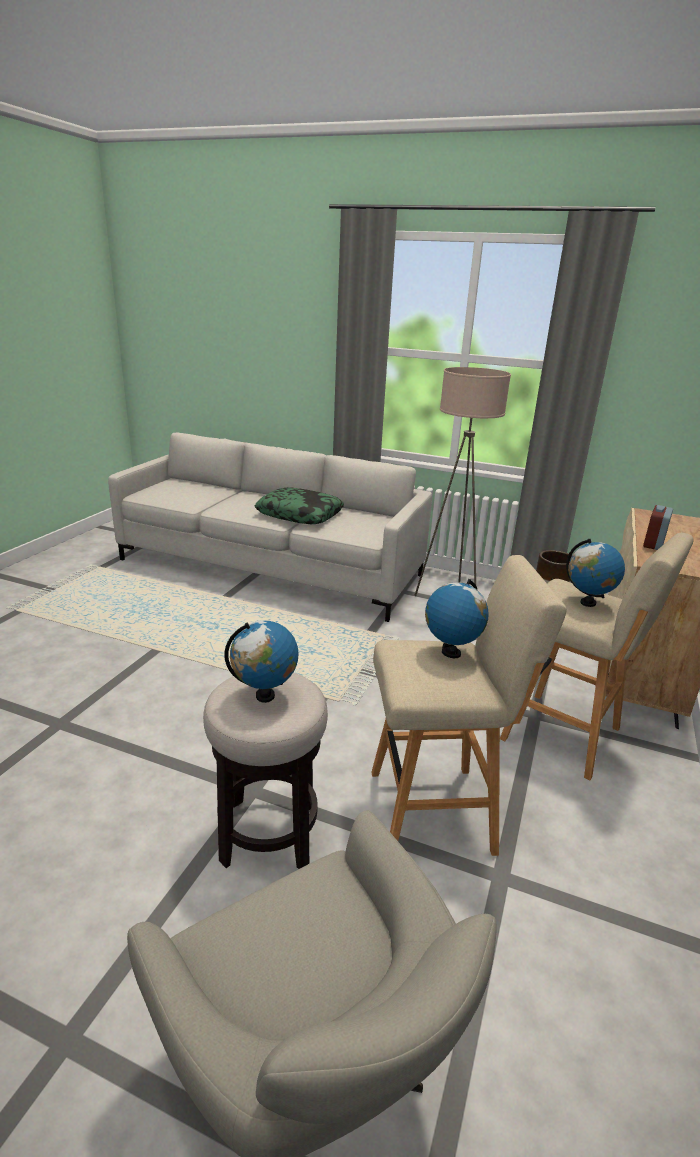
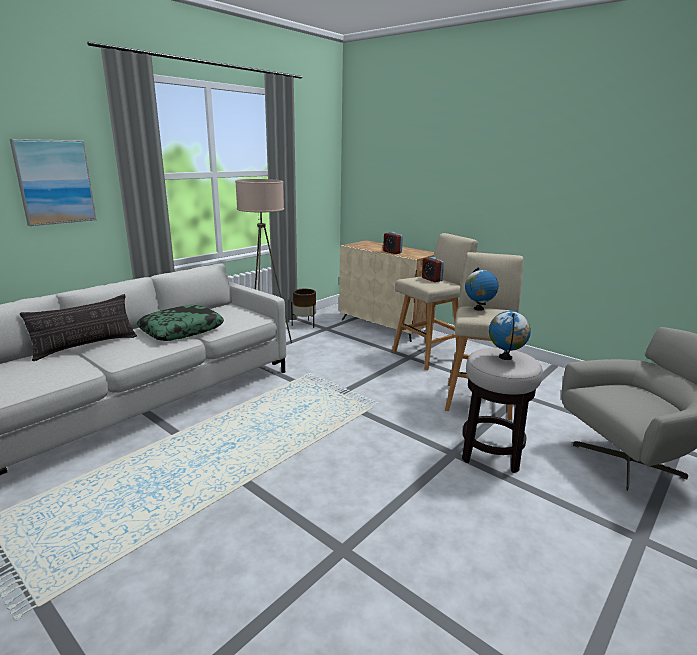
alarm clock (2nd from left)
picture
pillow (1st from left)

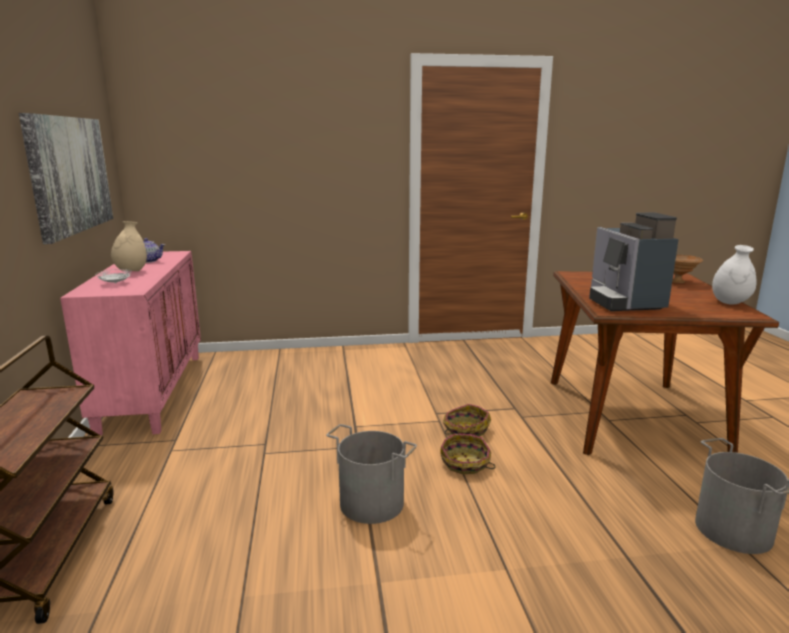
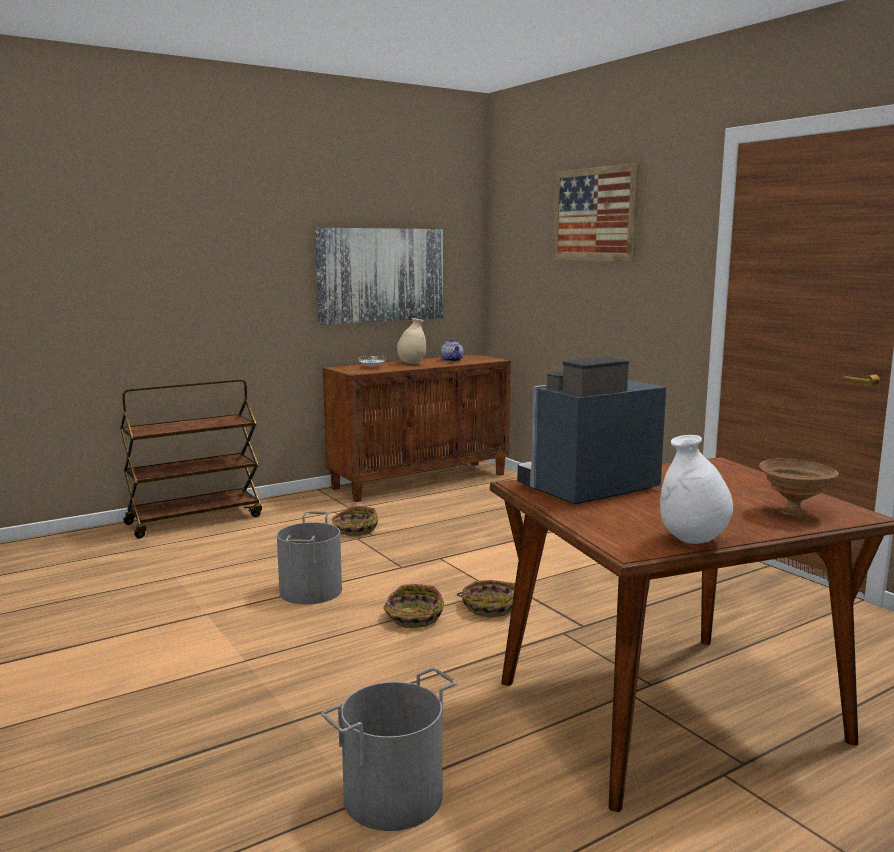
brown cabinet
basket (1st from left)
picture (2nd from left)

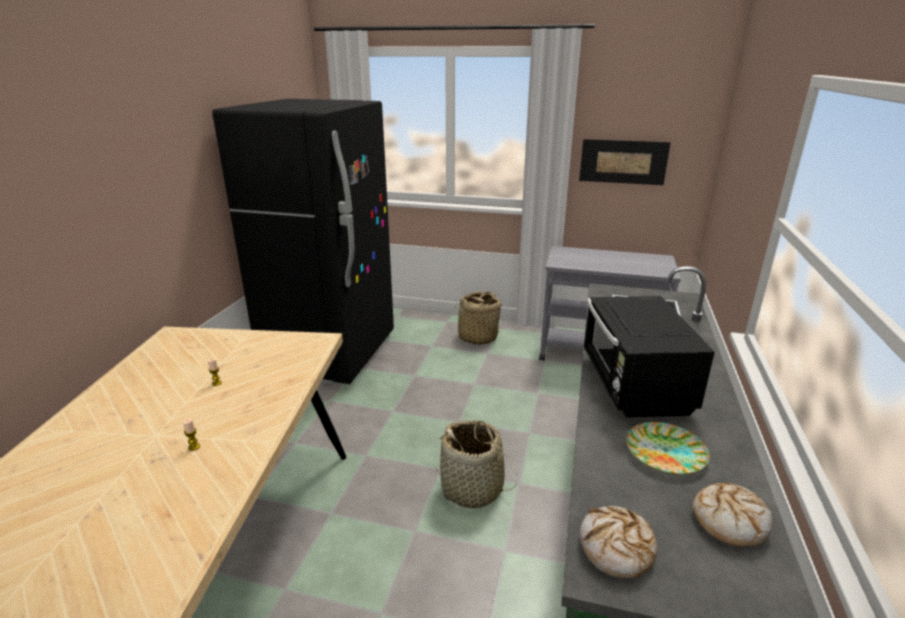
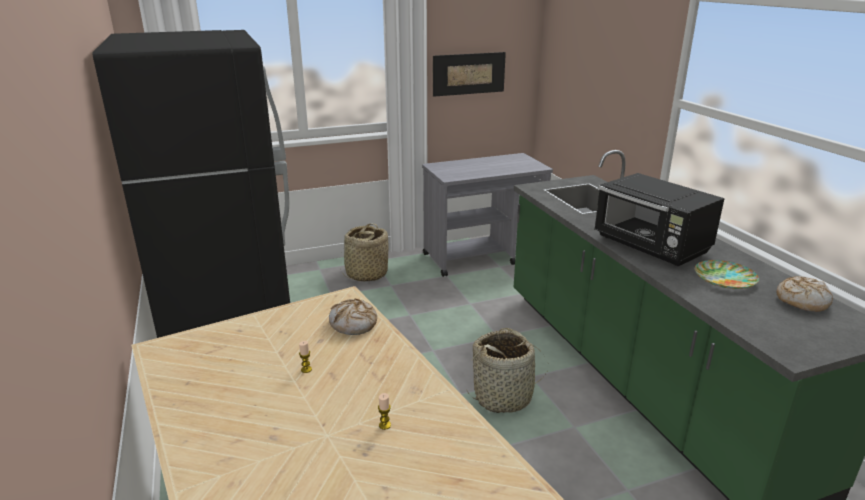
bread (1st from left)

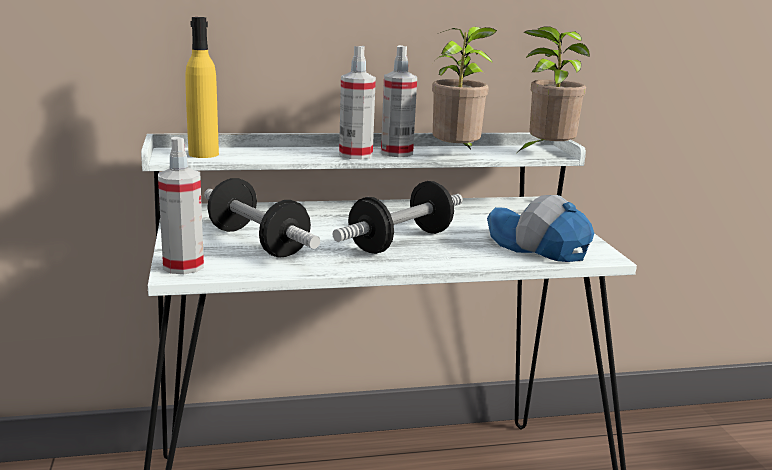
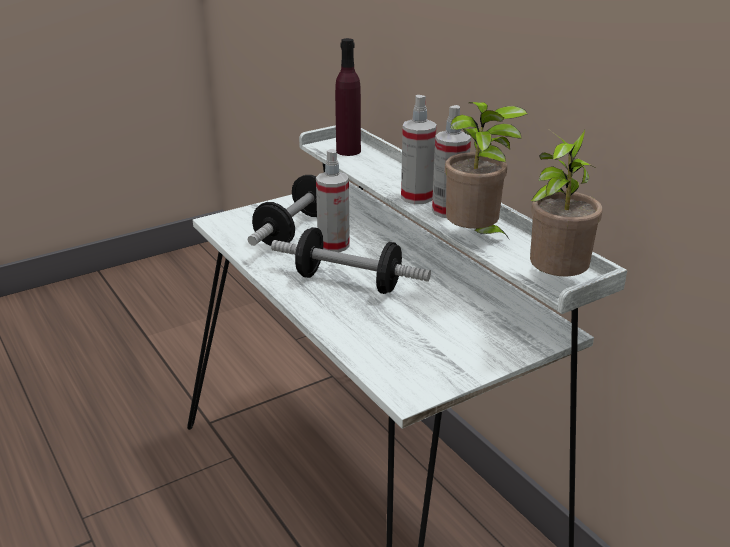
spray bottle (1st from left)
purple bottle
cap

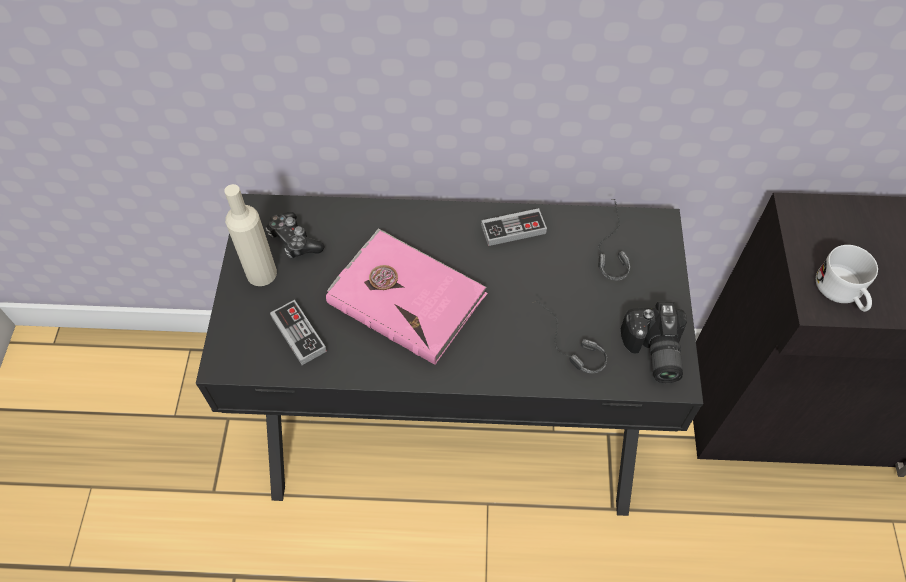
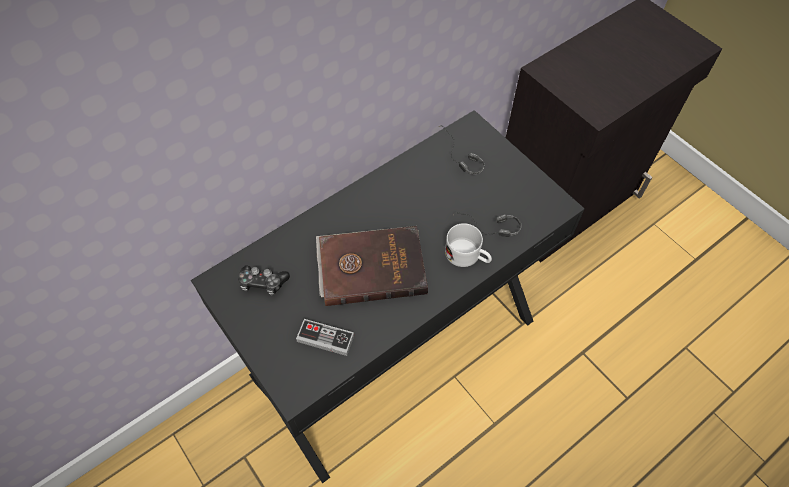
beige bottle
brown book
game controller (3rd from left in the first image)
photo camera
white mug

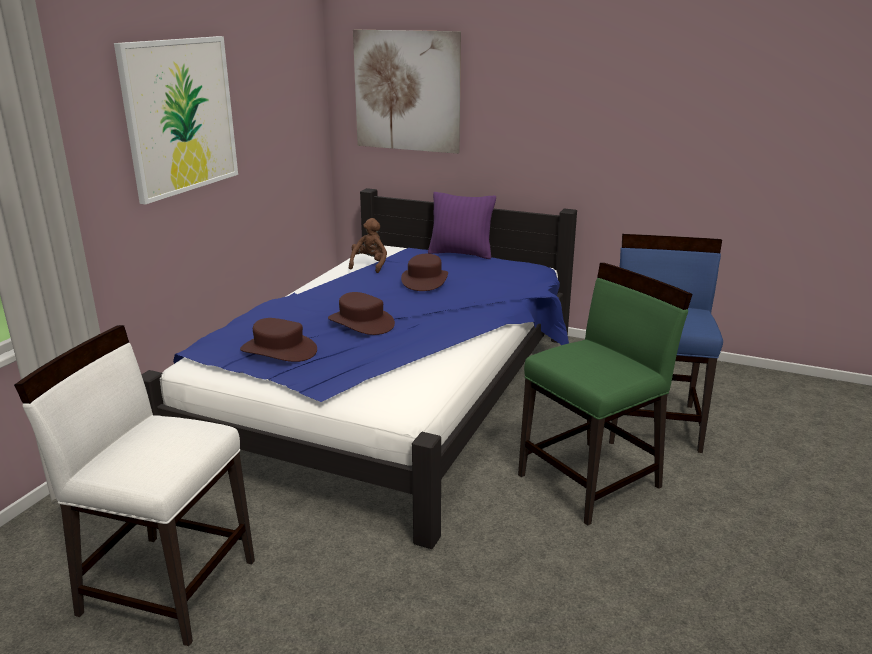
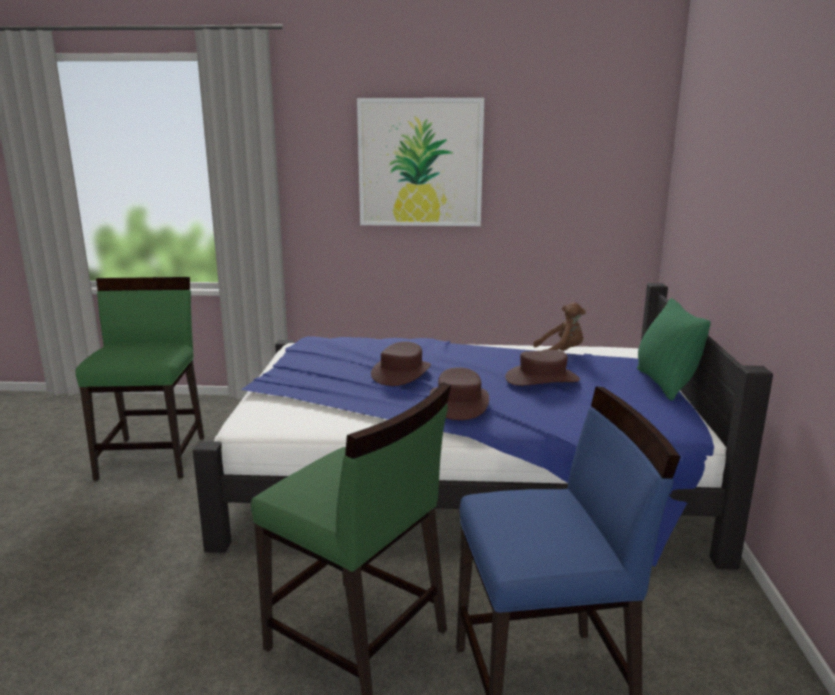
green chair (1st from left)
brown hat (2nd from left)
picture (2nd from left in the first image)
green pillow

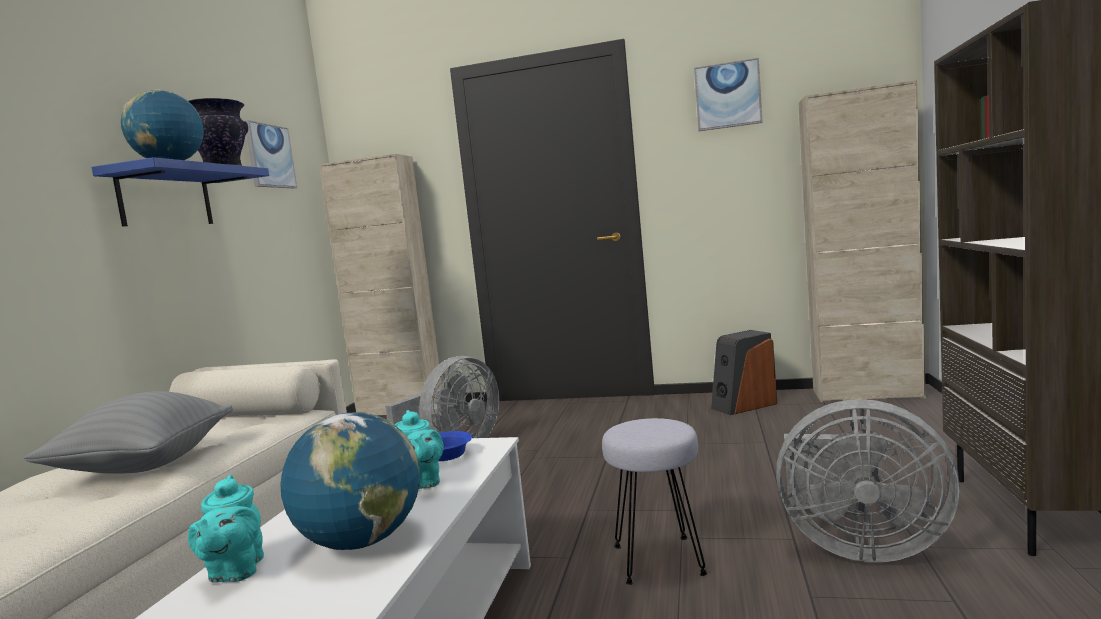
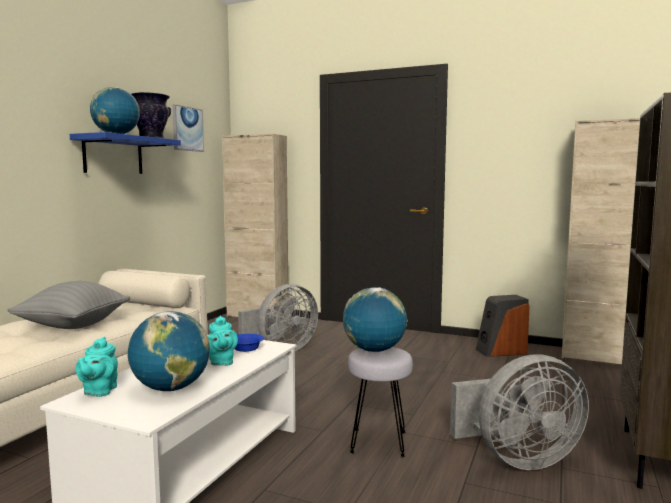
picture (2nd from left in the first image)
grey fan (2nd from left)
globe (3rd from left)

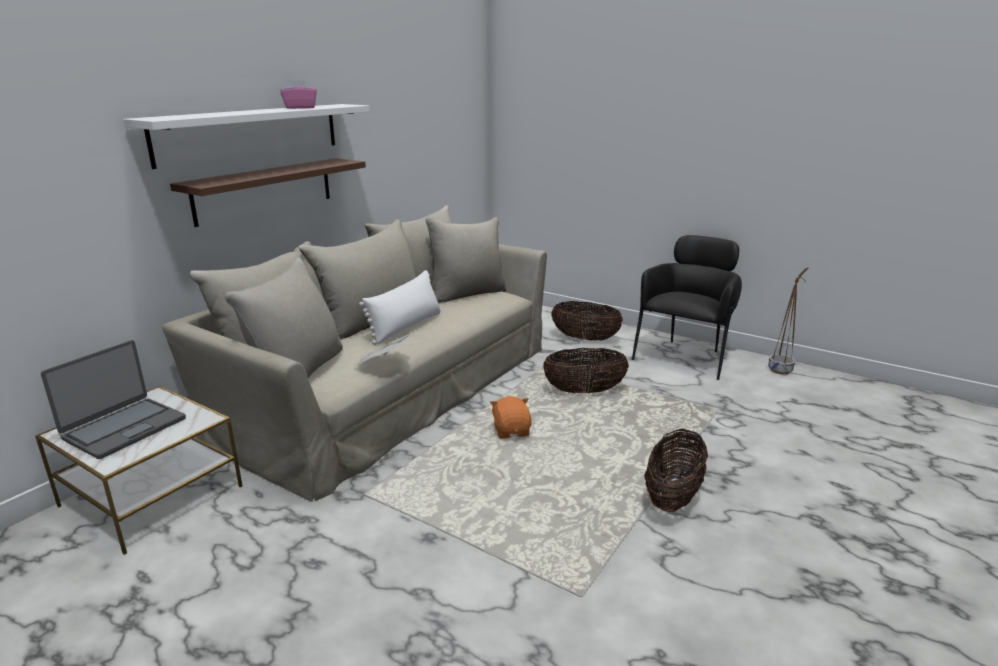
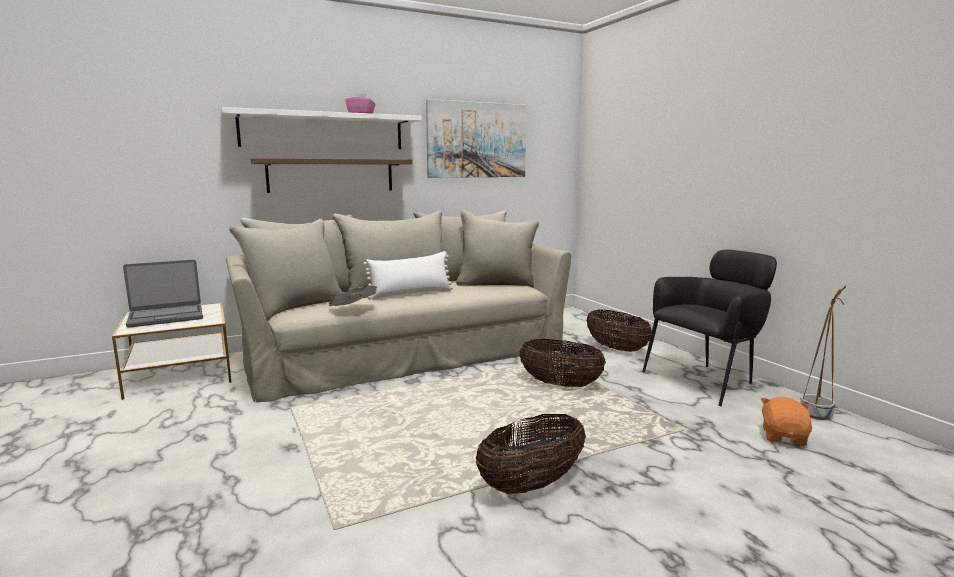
orange plush toy
picture

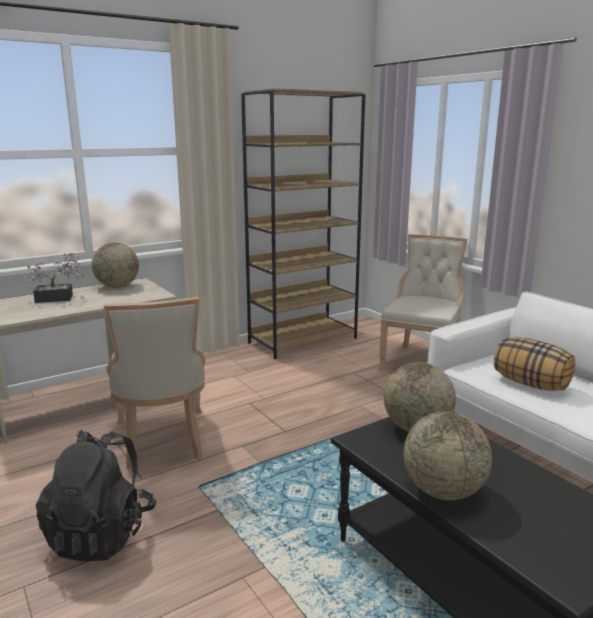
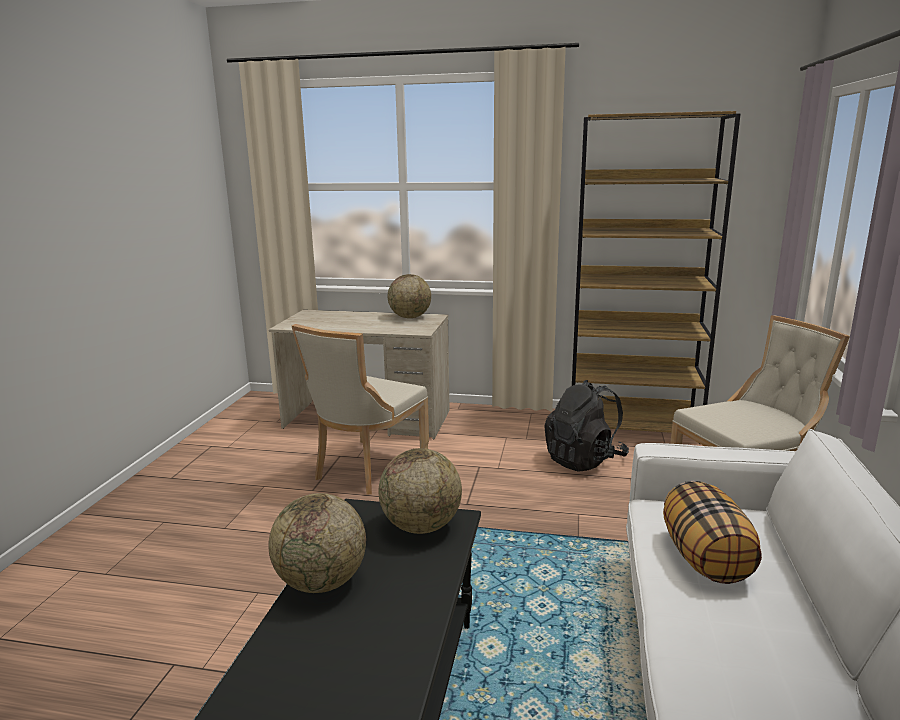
potted plant
black backpack

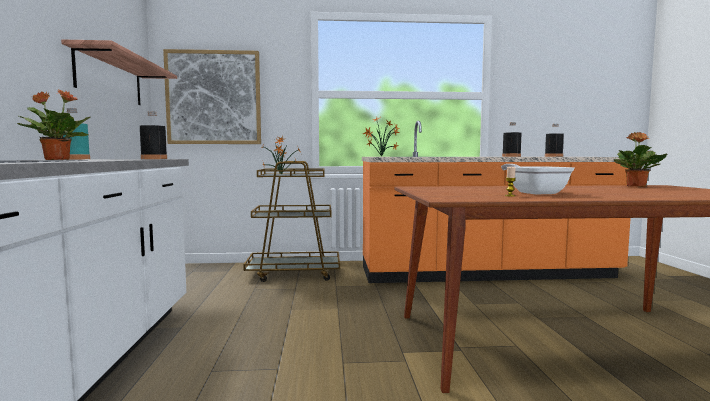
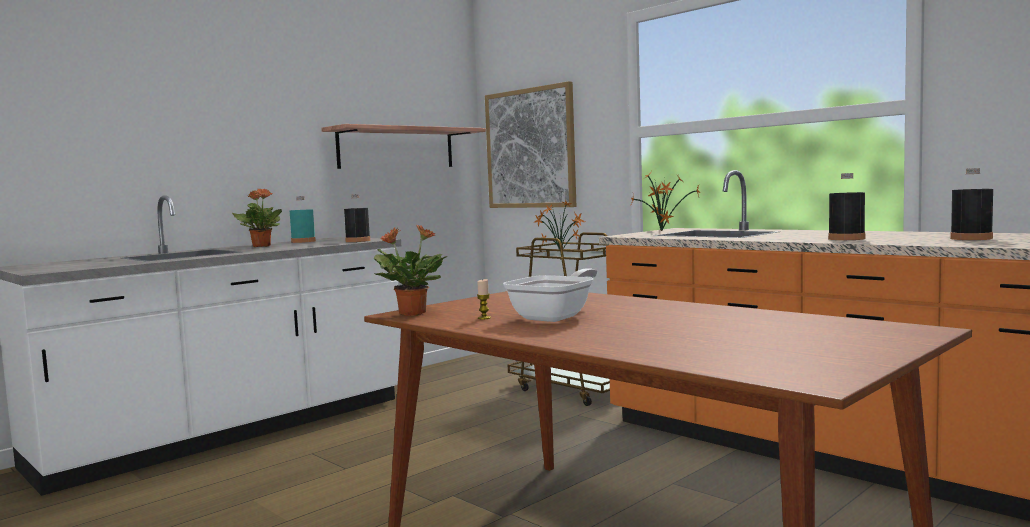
potted plant (2nd from left)

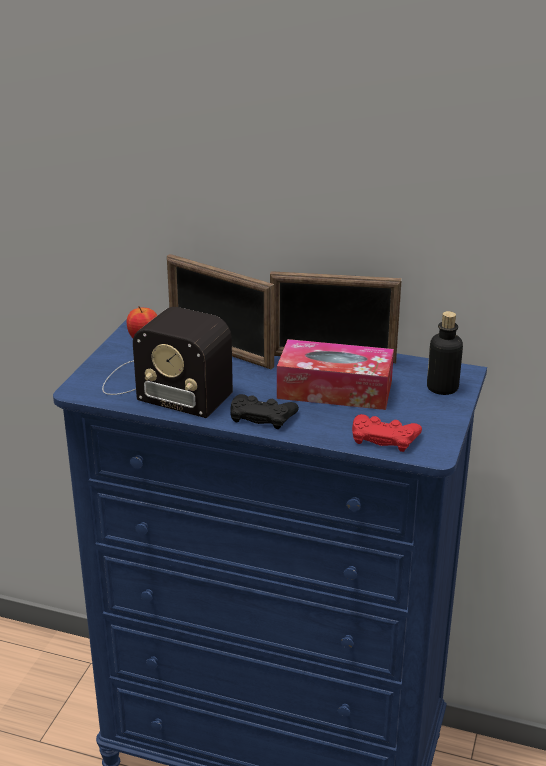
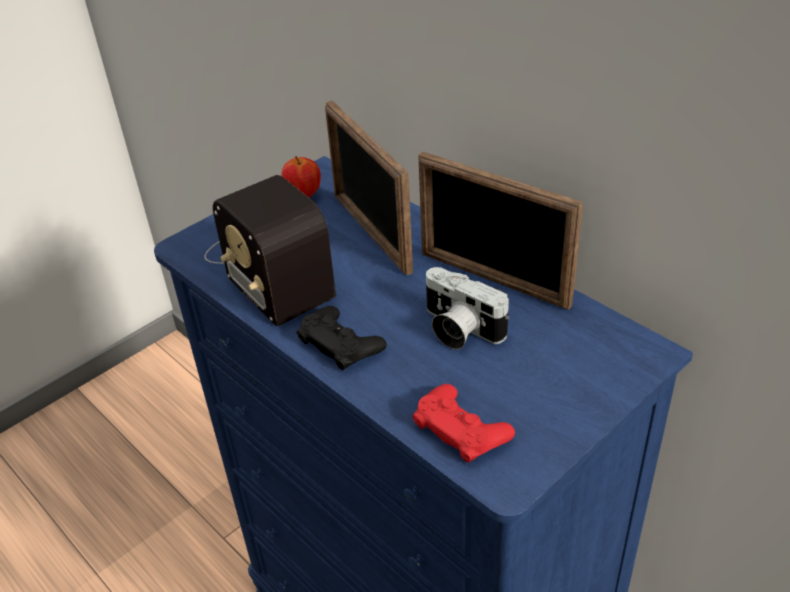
photo camera
bottle

